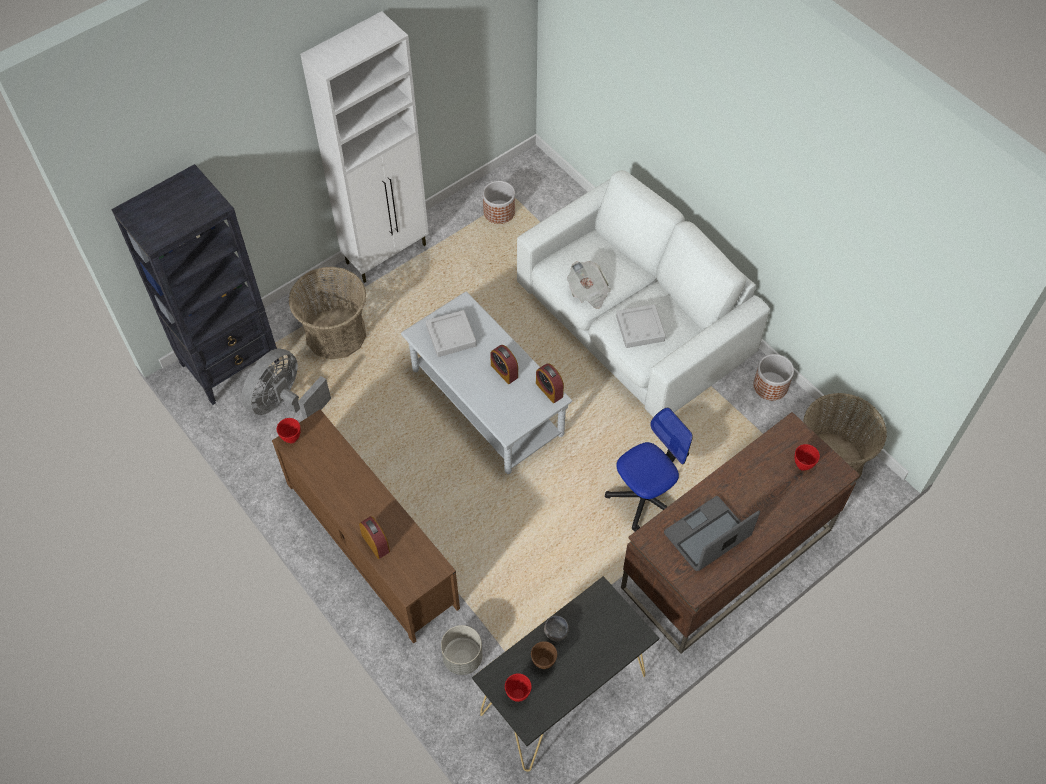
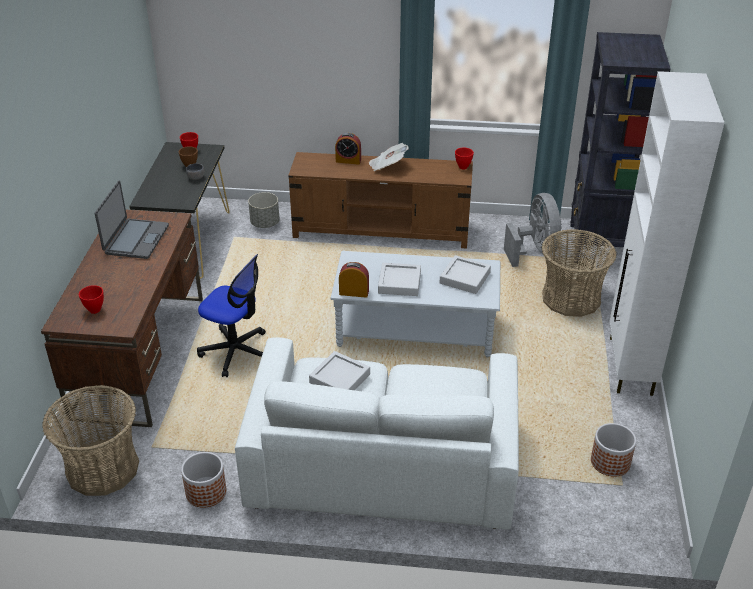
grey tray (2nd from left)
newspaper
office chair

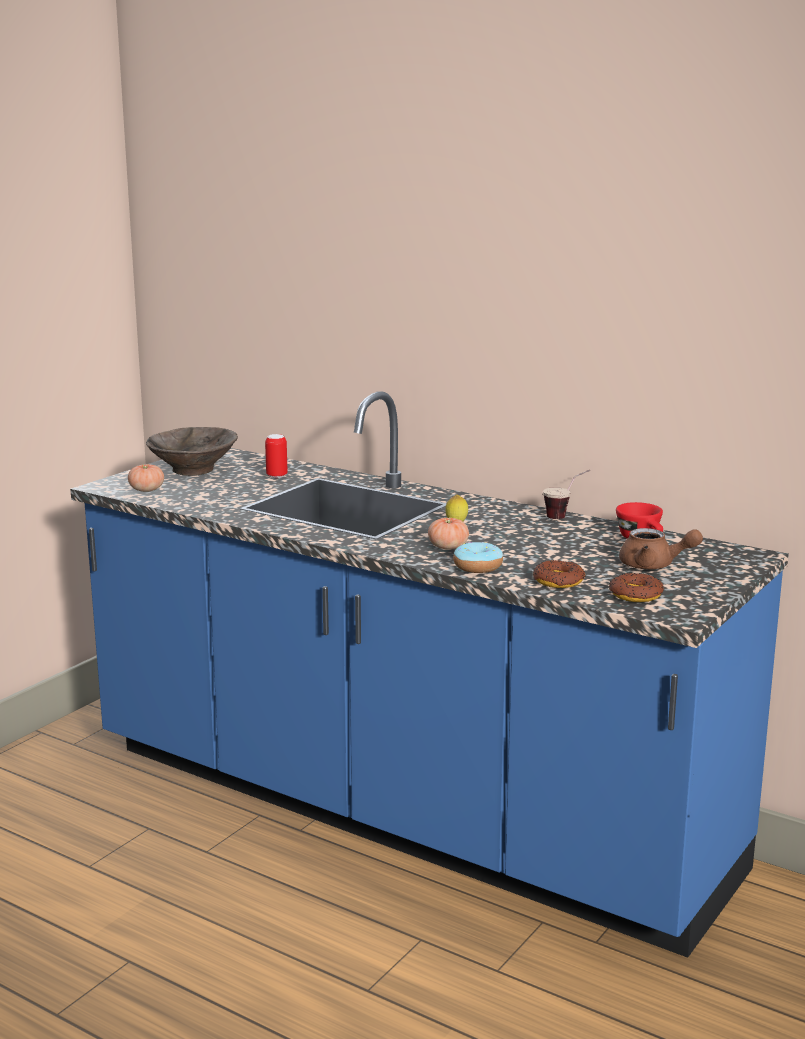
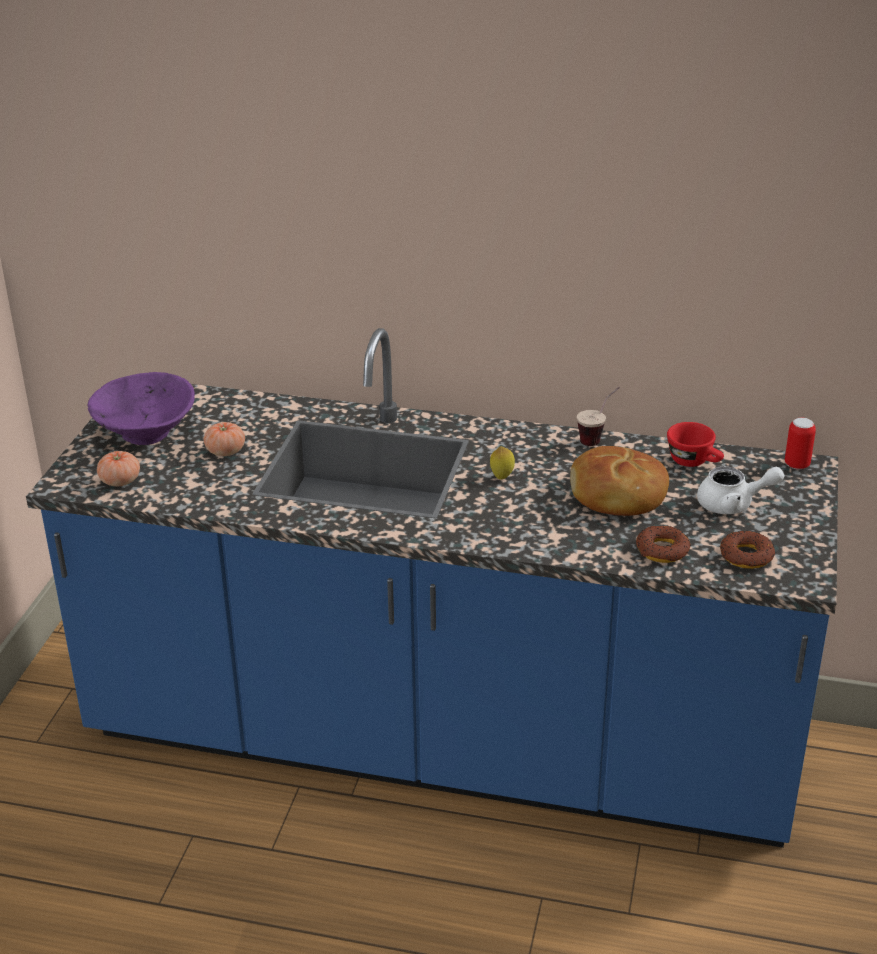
purple bowl
can
tomato (2nd from left)
donut (1st from left in the first image)
white teapot
bread

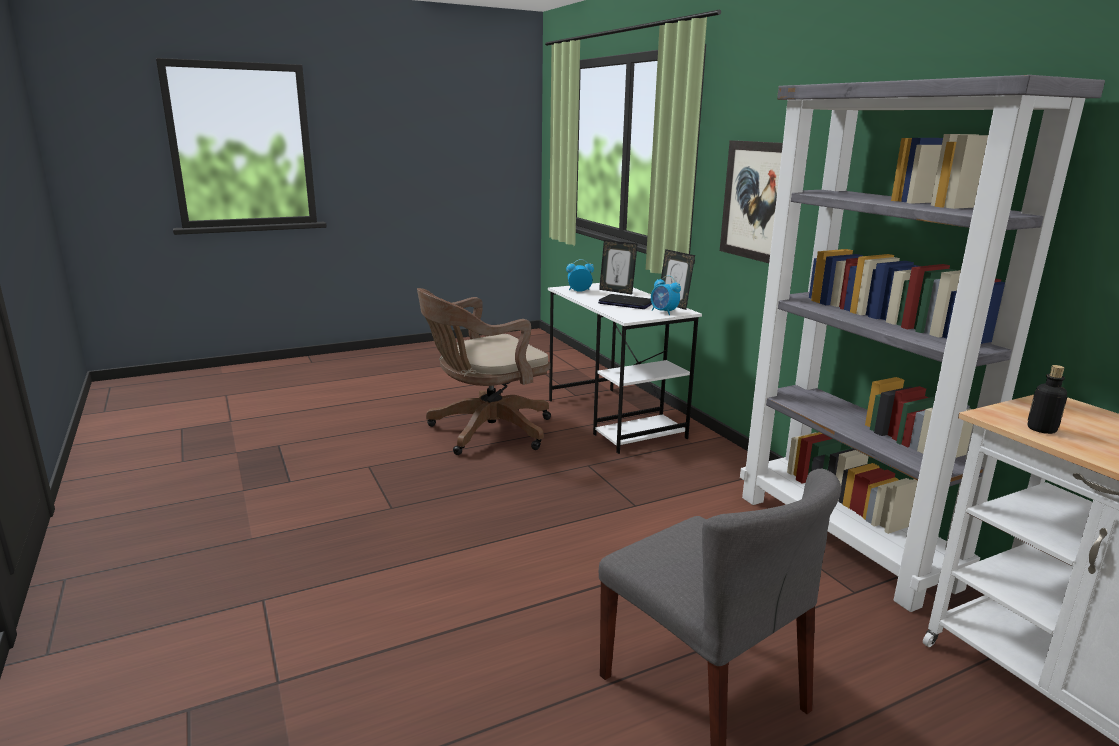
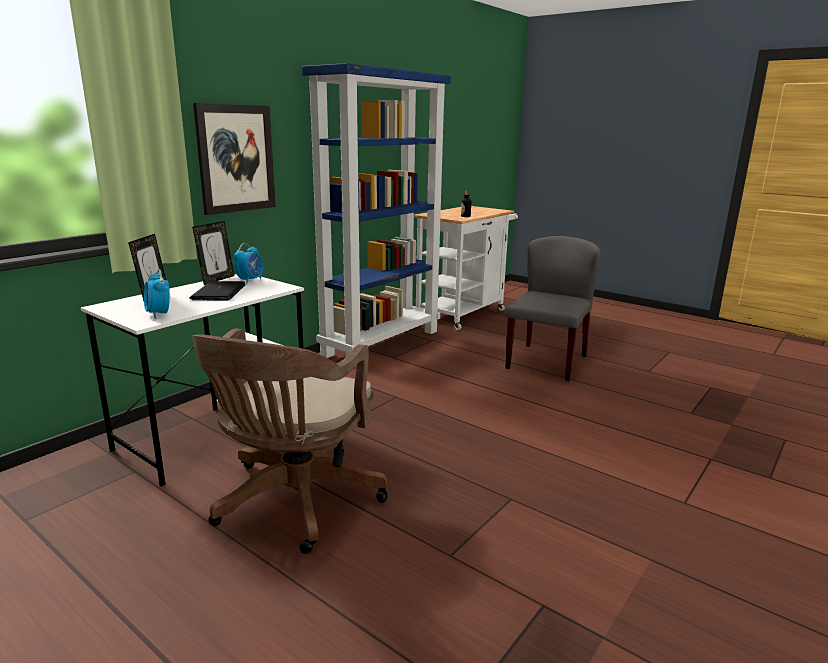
brown office chair
blue bookcase

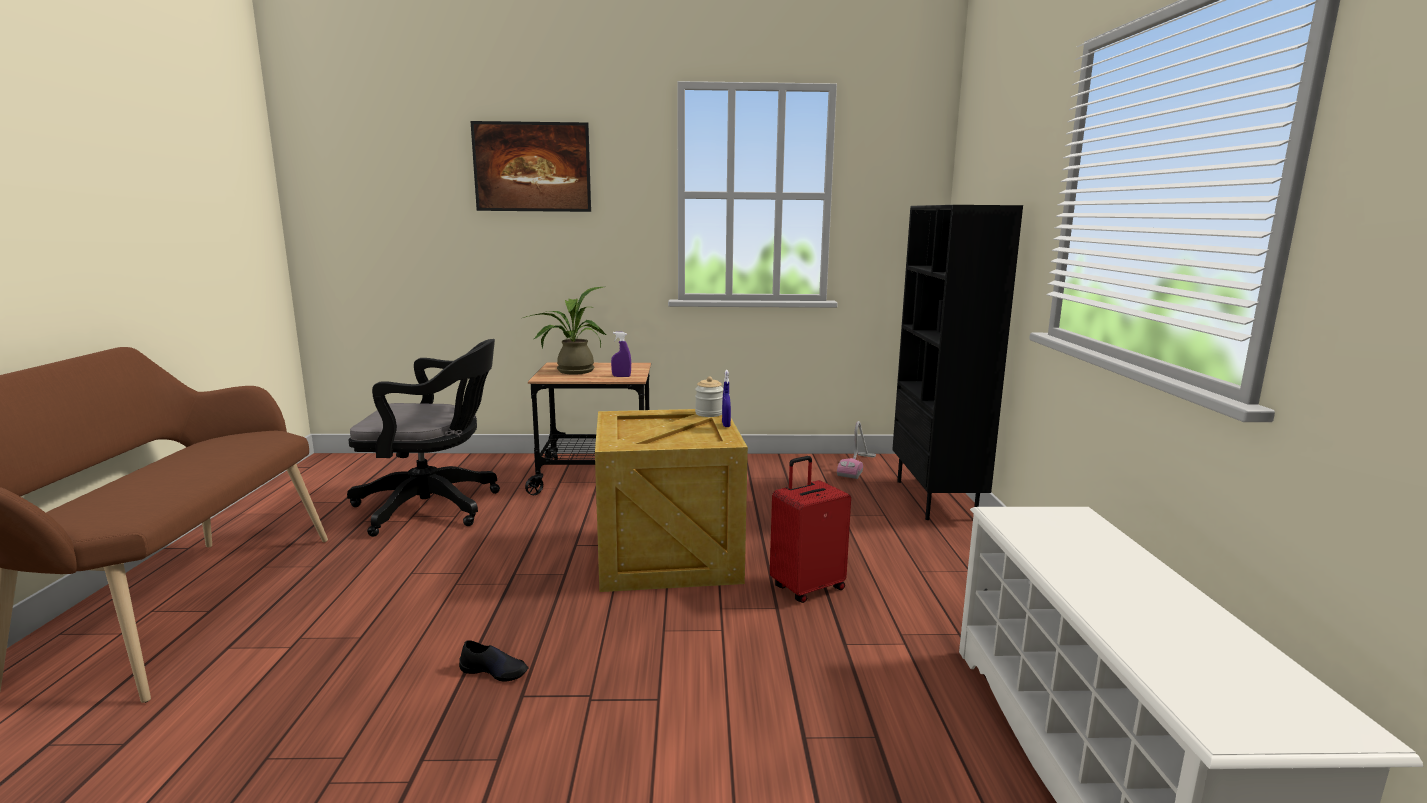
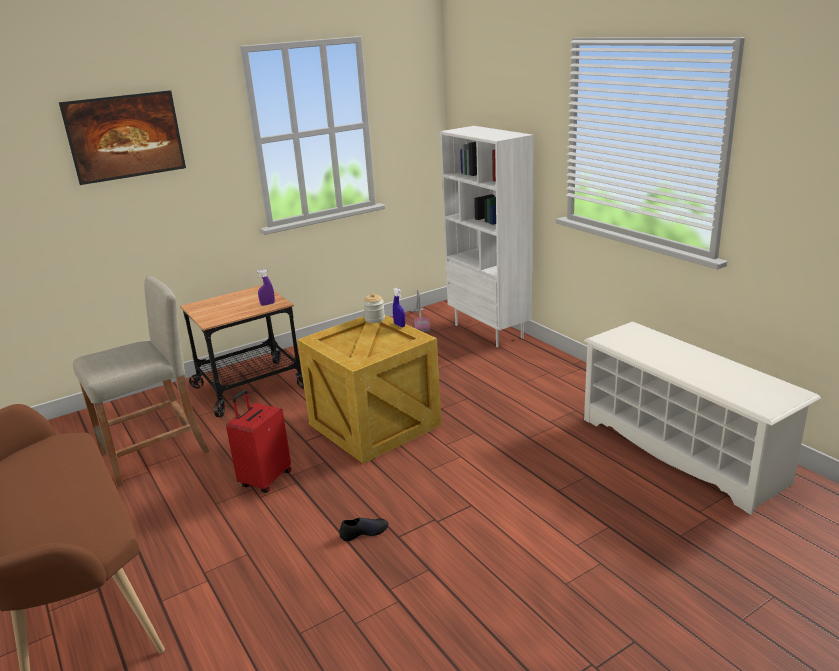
beige stool
potted plant
red suitcase
white bookcase

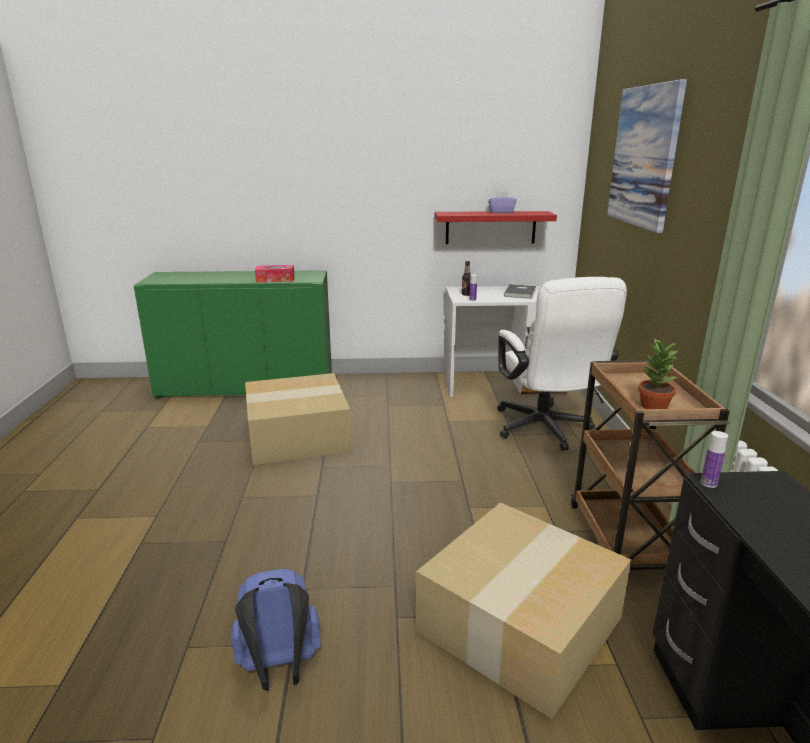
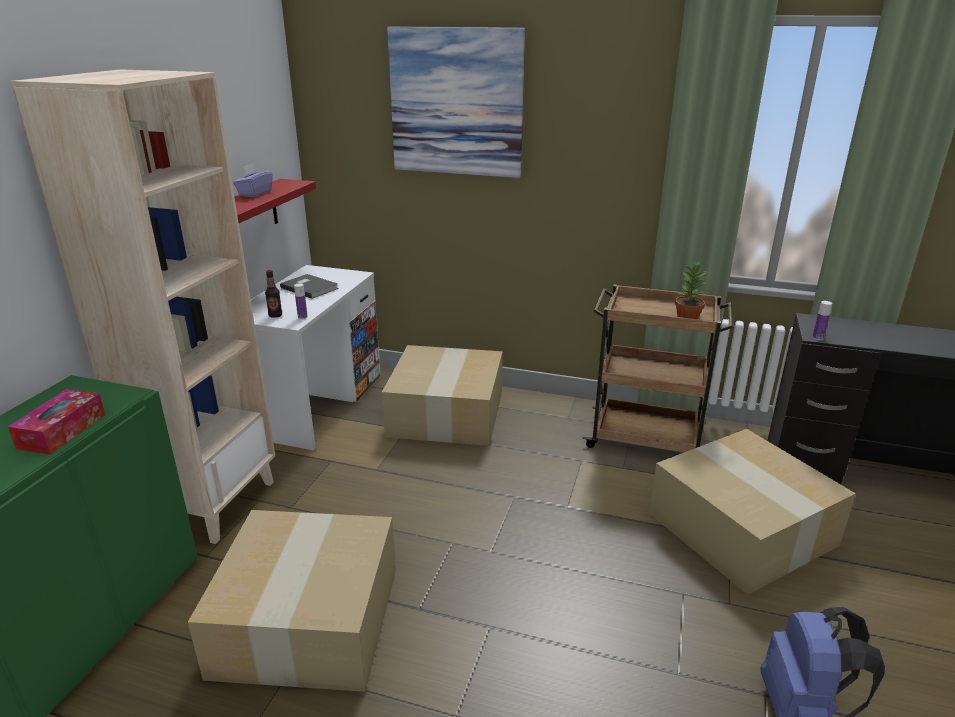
cardboard box (2nd from left)
beige bookcase

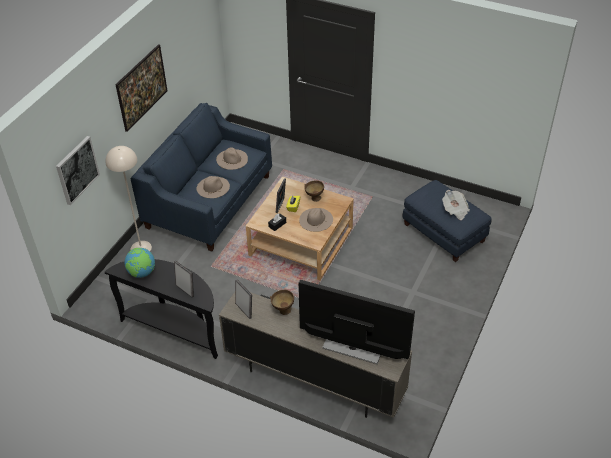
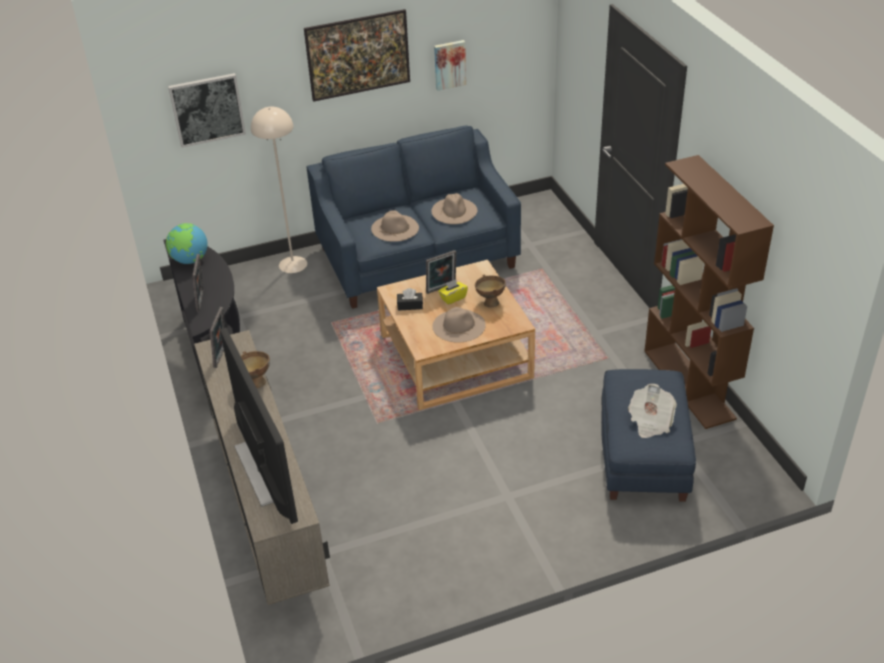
picture (3rd from left)
brown bookcase

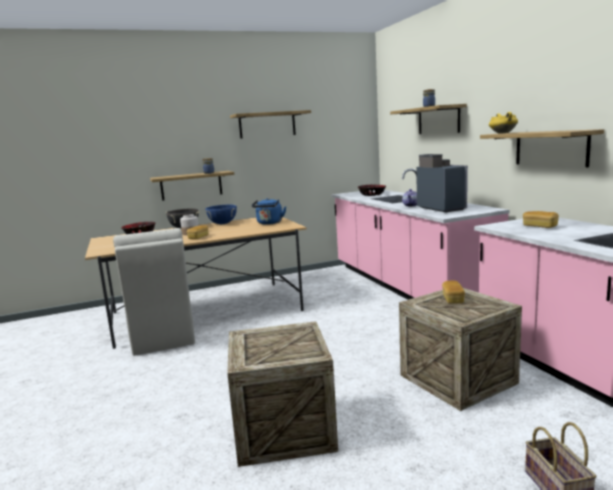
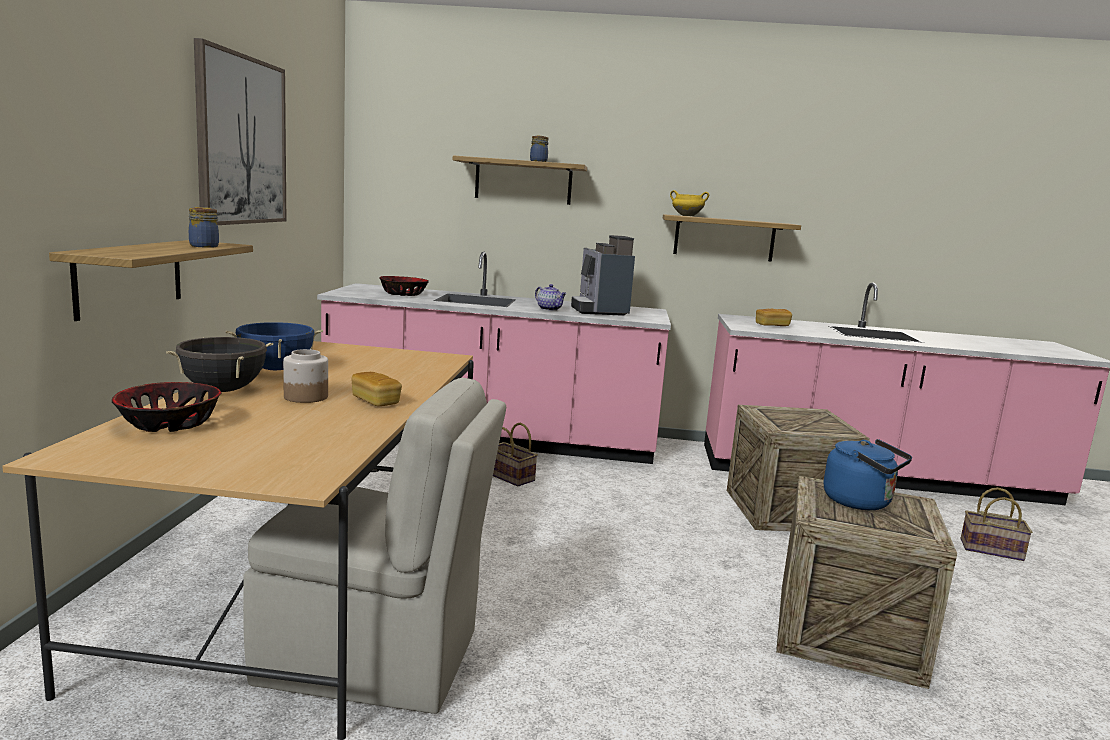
picture
blue kettle
coffee machine
bread (2nd from left in the first image)
basket (1st from left)

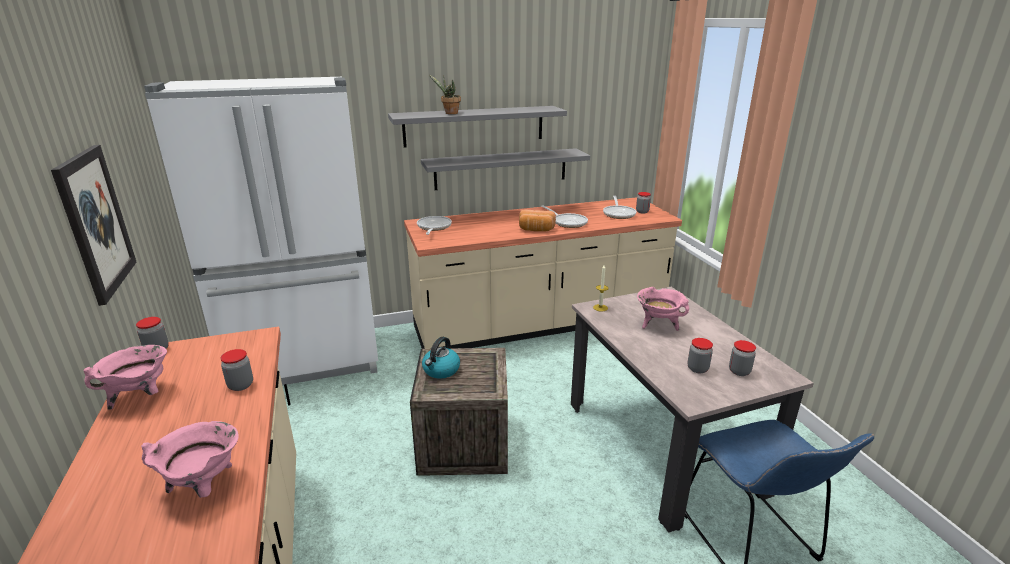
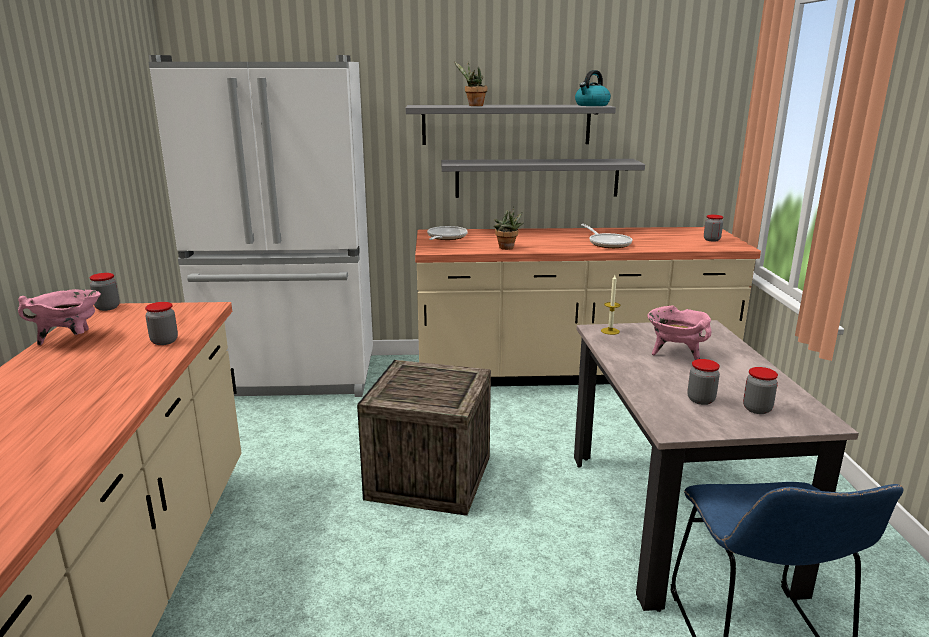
picture
pink cooking pot (2nd from left in the first image)
kettle
bread
frying pan (3rd from left in the first image)
potted plant (2nd from left)

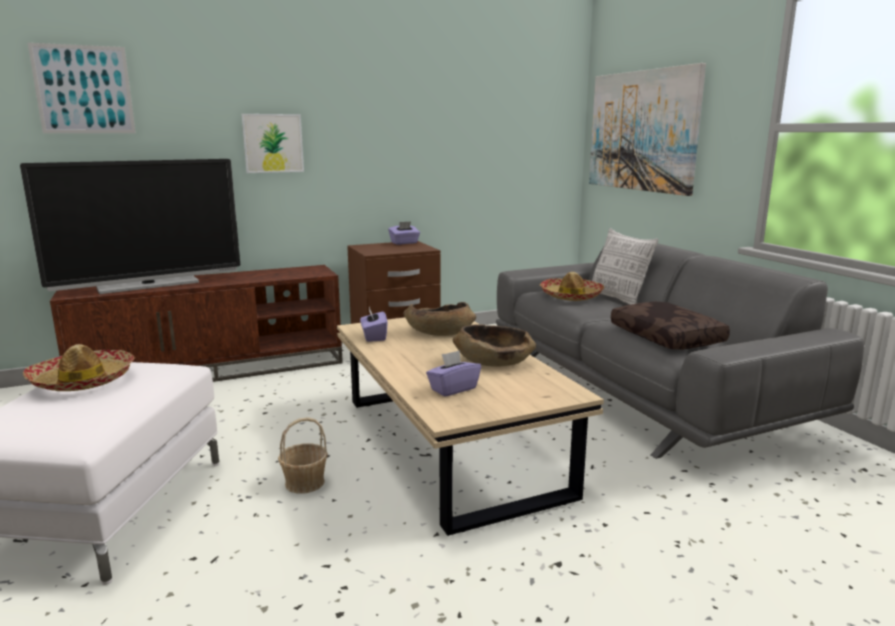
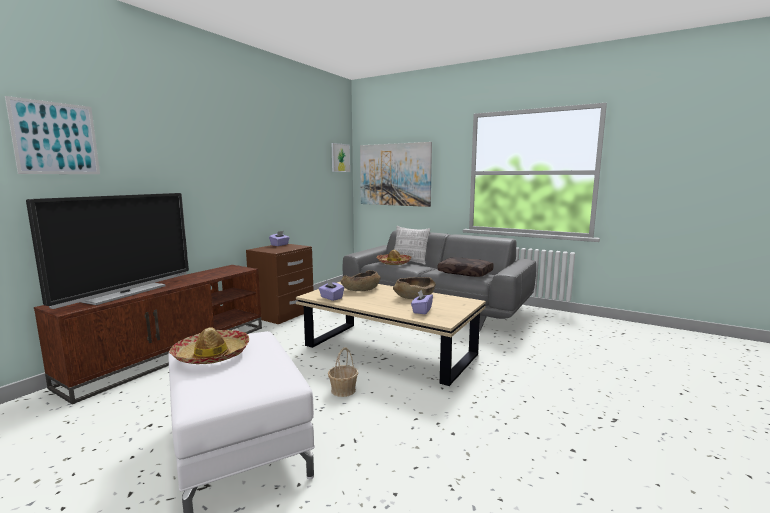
picture (2nd from left)

